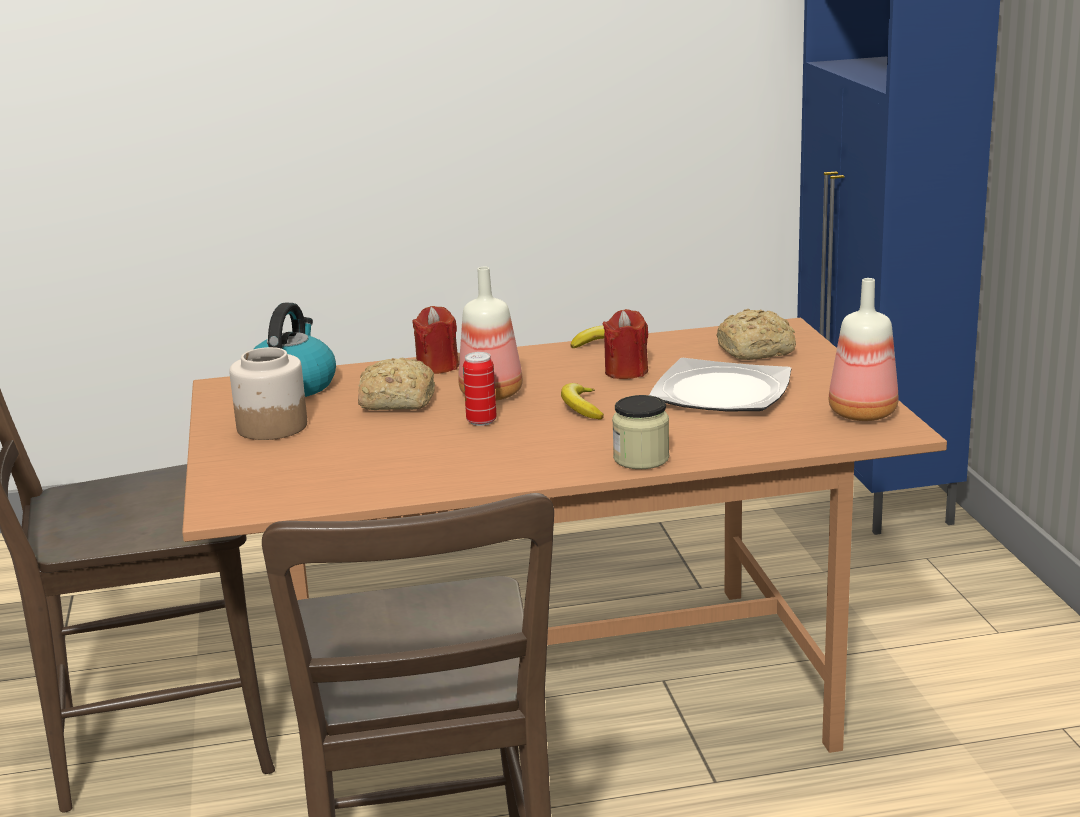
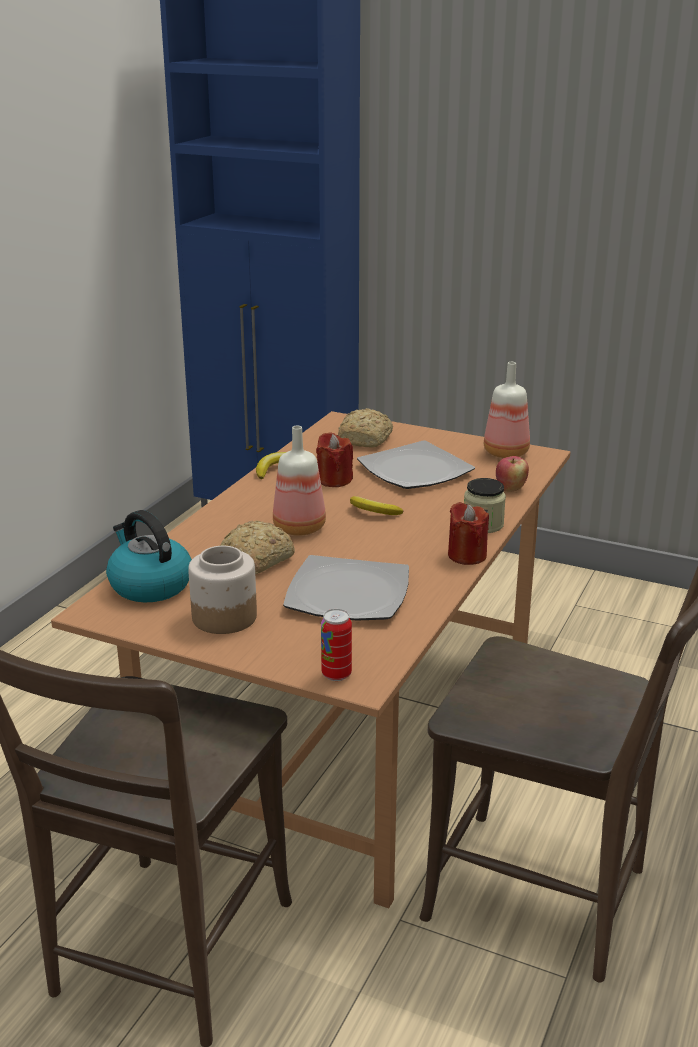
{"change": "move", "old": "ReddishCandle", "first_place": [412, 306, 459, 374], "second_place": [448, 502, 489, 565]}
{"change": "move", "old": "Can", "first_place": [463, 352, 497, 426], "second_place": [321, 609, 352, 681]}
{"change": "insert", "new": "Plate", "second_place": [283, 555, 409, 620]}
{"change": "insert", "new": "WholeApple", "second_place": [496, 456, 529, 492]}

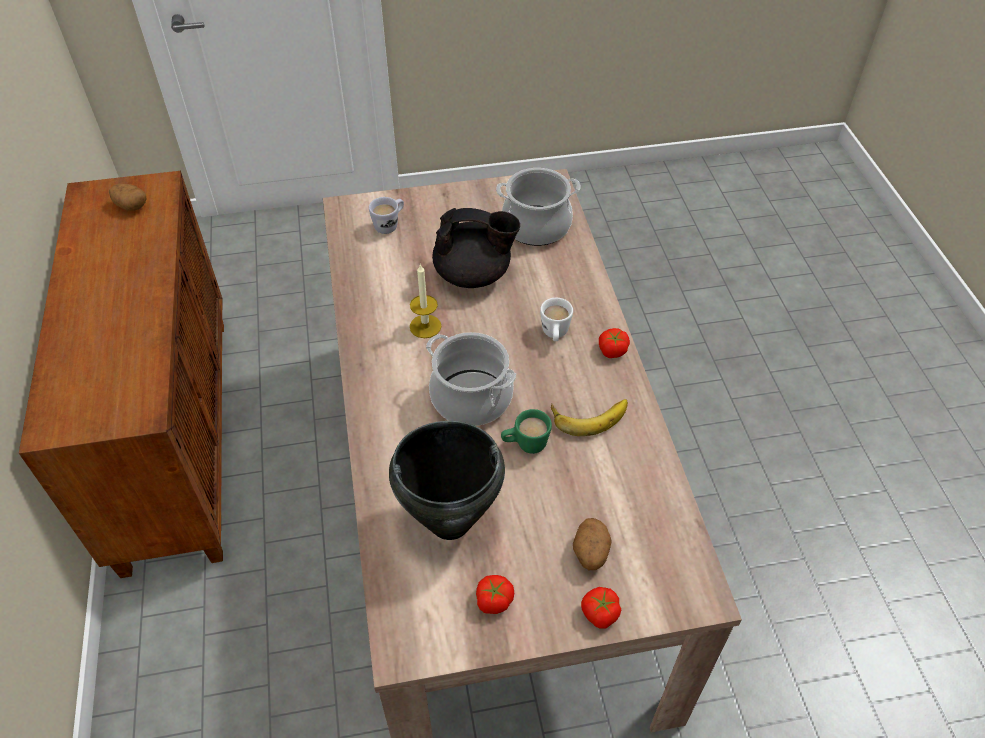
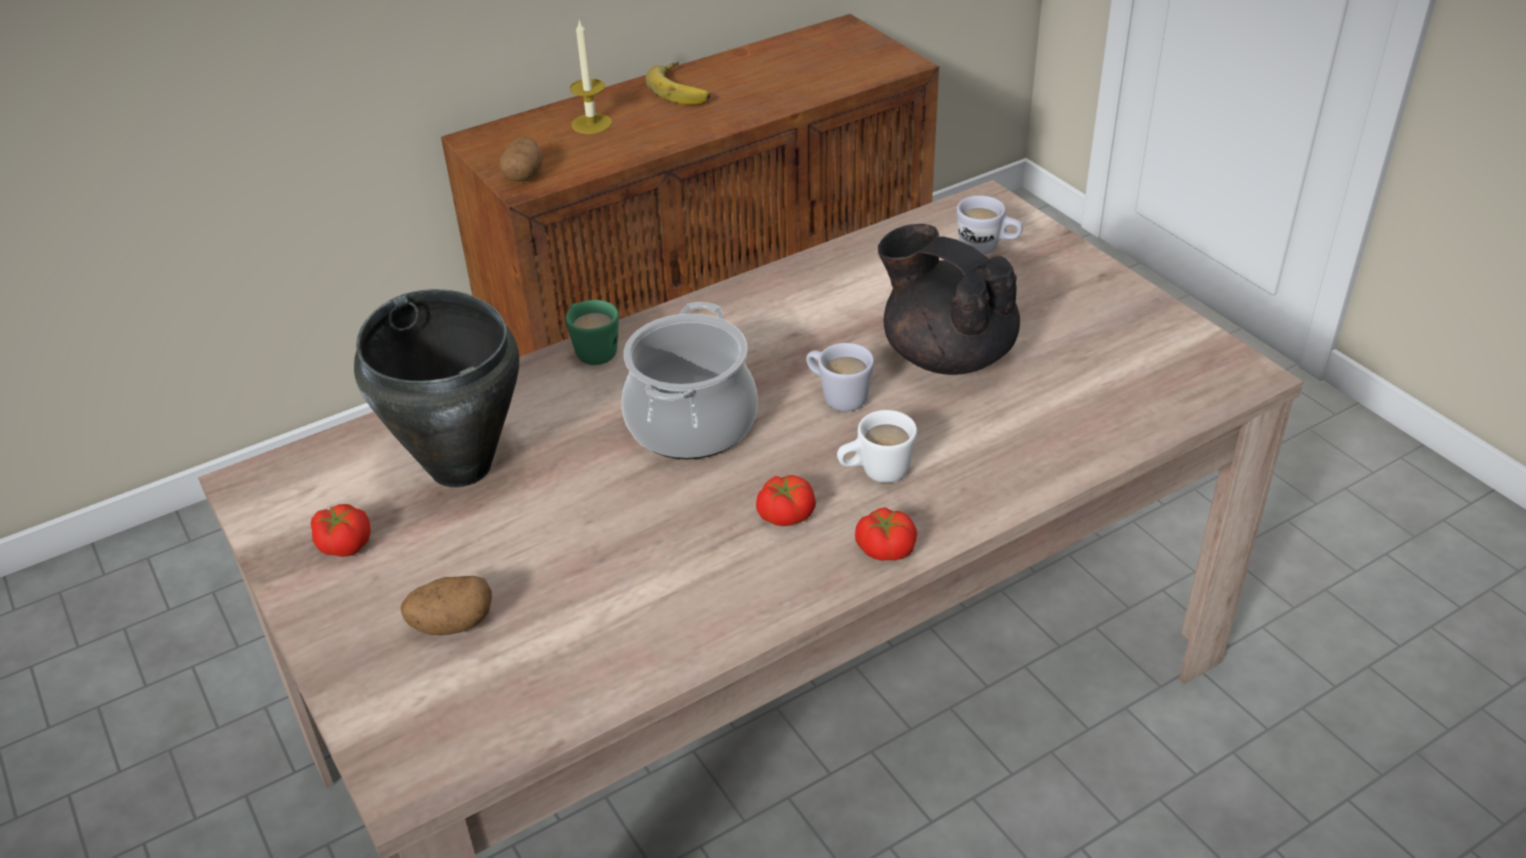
{"change": "move", "old": "WholePotato", "first_place": [109, 184, 147, 210], "second_place": [499, 137, 543, 182]}
{"change": "move", "old": "Candle", "first_place": [410, 264, 441, 338], "second_place": [570, 18, 612, 134]}
{"change": "rotate", "old": "BlackTeapot", "first_place": [432, 208, 520, 288], "second_place": [878, 224, 1020, 375], "degrees": 150}
{"change": "delete", "old": "CookingPot", "first_place": [496, 168, 581, 246]}
{"change": "move", "old": "GreenishMug", "first_place": [501, 409, 552, 454], "second_place": [565, 300, 619, 365]}
{"change": "move", "old": "WholeBanana", "first_place": [551, 399, 628, 436], "second_place": [645, 62, 710, 105]}
{"change": "move", "old": "WholeTomato", "first_place": [581, 587, 621, 629], "second_place": [756, 475, 816, 526]}
{"change": "insert", "new": "WhiteColouredMug", "second_place": [806, 343, 874, 411]}

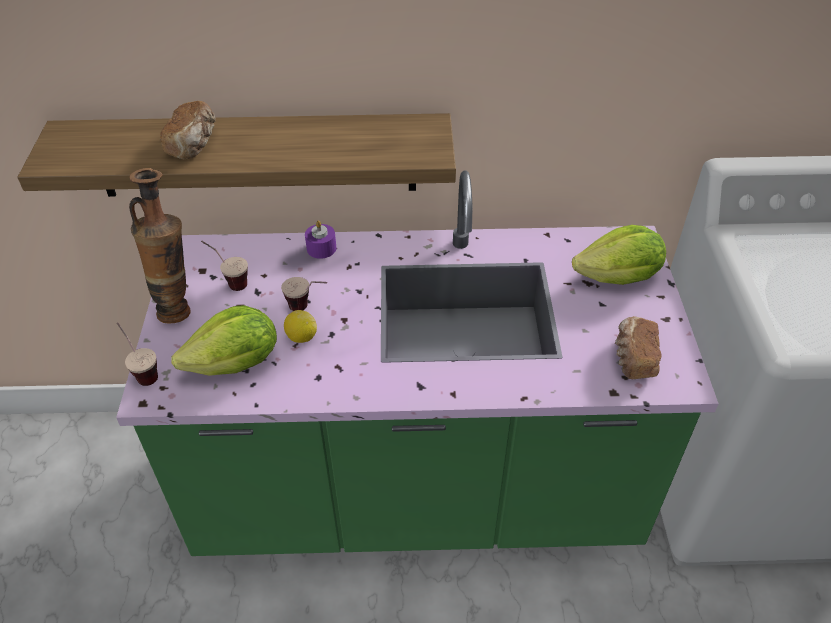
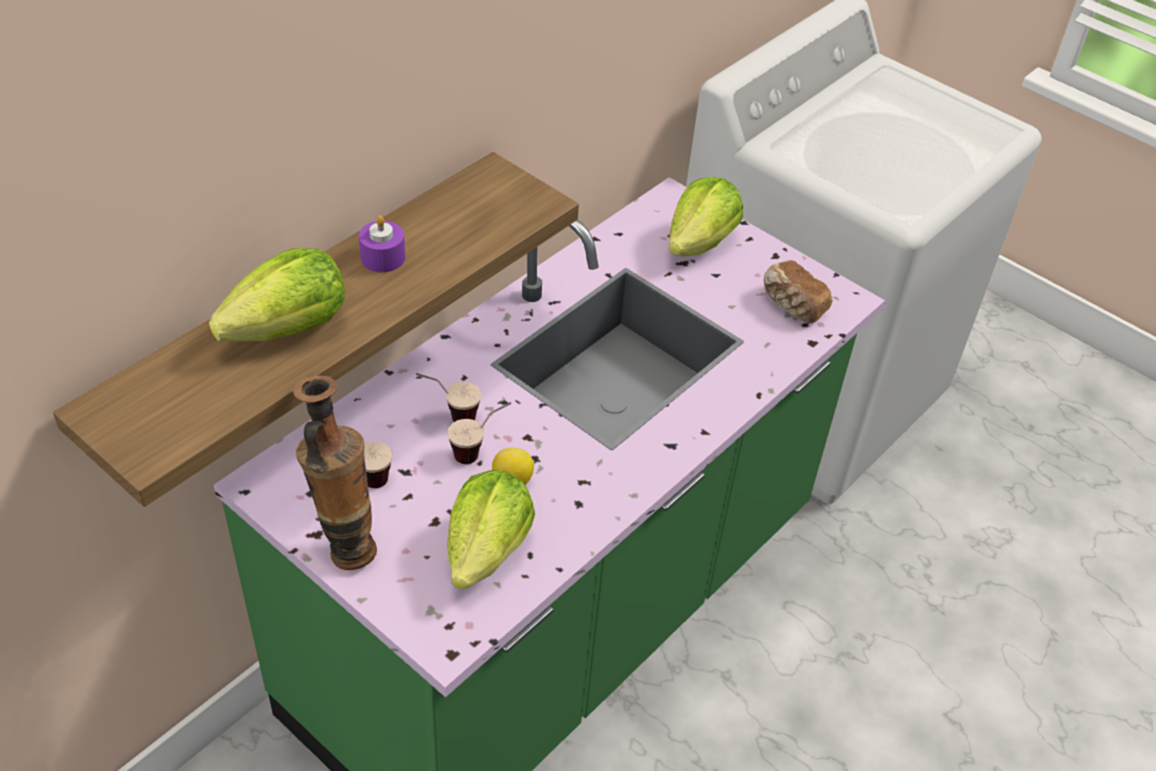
{"change": "move", "old": "SmallCup", "first_place": [117, 322, 158, 386], "second_place": [416, 373, 481, 422]}
{"change": "replace", "old": "Bread", "new": "Lettuce", "first_place": [160, 101, 215, 159], "second_place": [209, 248, 345, 342]}
{"change": "move", "old": "PurpleColouredCandle", "first_place": [305, 221, 336, 259], "second_place": [359, 215, 405, 272]}

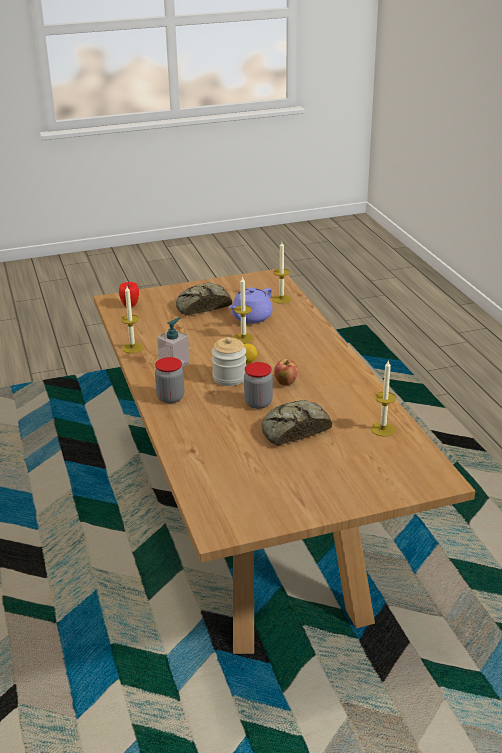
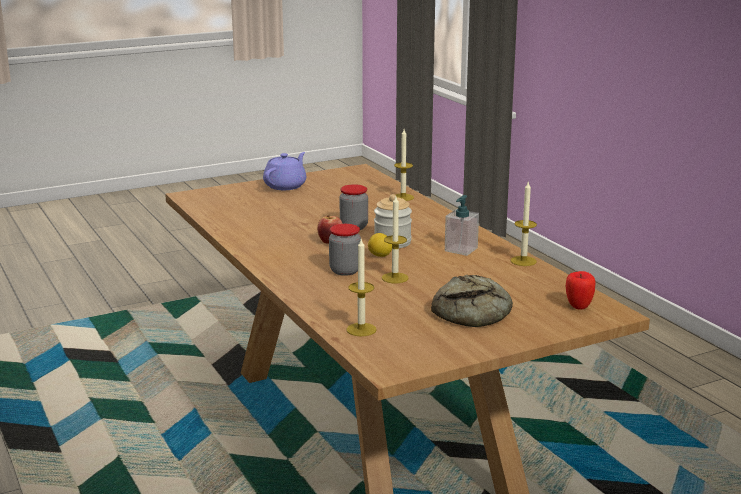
{"change": "move", "old": "PreserveJar", "first_place": [155, 357, 184, 403], "second_place": [329, 224, 361, 276]}
{"change": "move", "old": "PurpleColouredTeapot", "first_place": [229, 287, 273, 324], "second_place": [263, 152, 306, 190]}
{"change": "delete", "old": "Bread", "first_place": [262, 400, 332, 446]}
{"change": "move", "old": "Candle", "first_place": [371, 361, 396, 437], "second_place": [394, 129, 414, 201]}

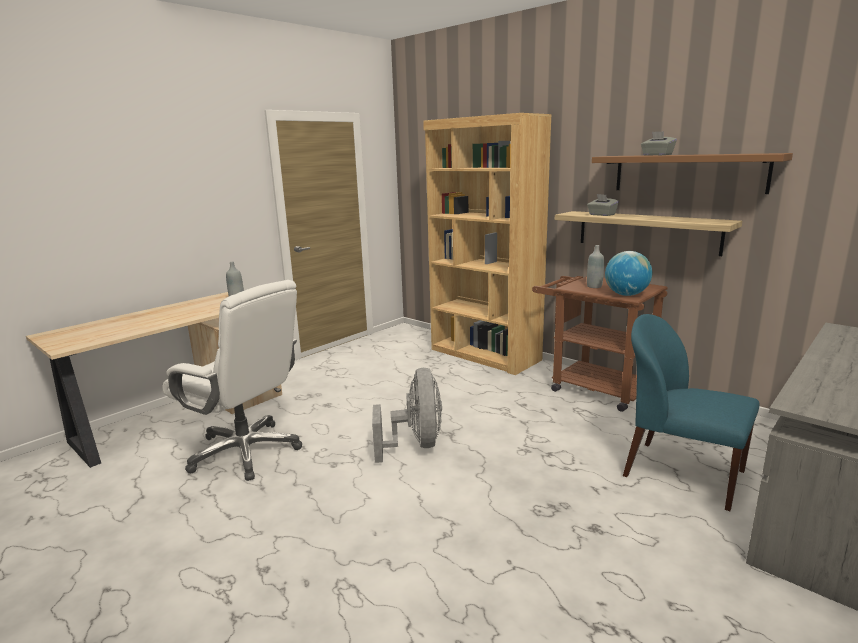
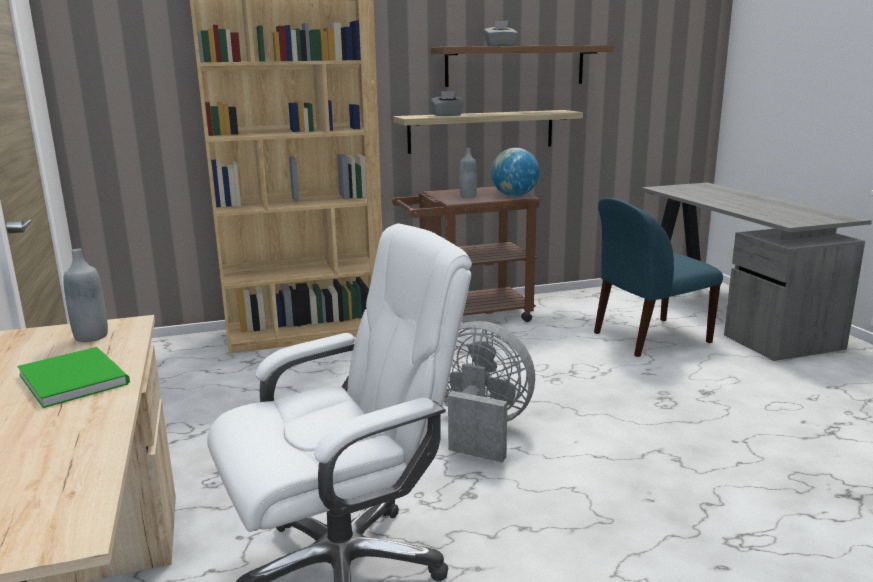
{"change": "insert", "new": "GreenishVolume", "second_place": [17, 347, 130, 408]}

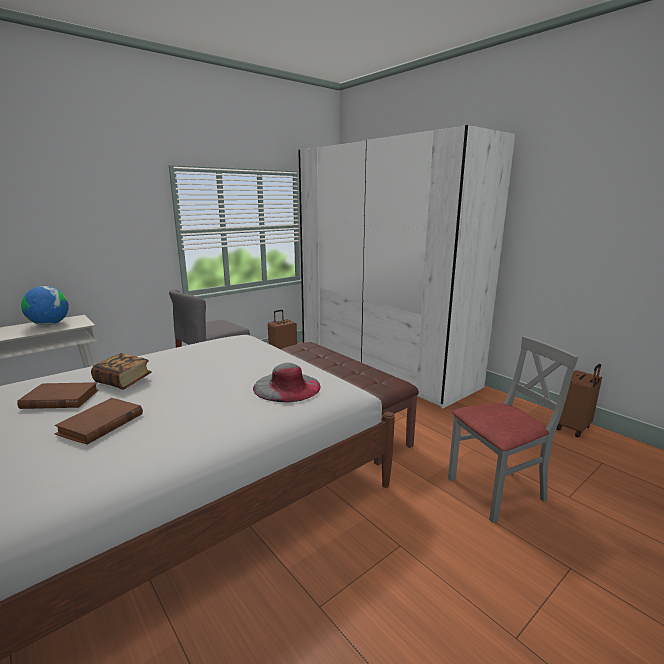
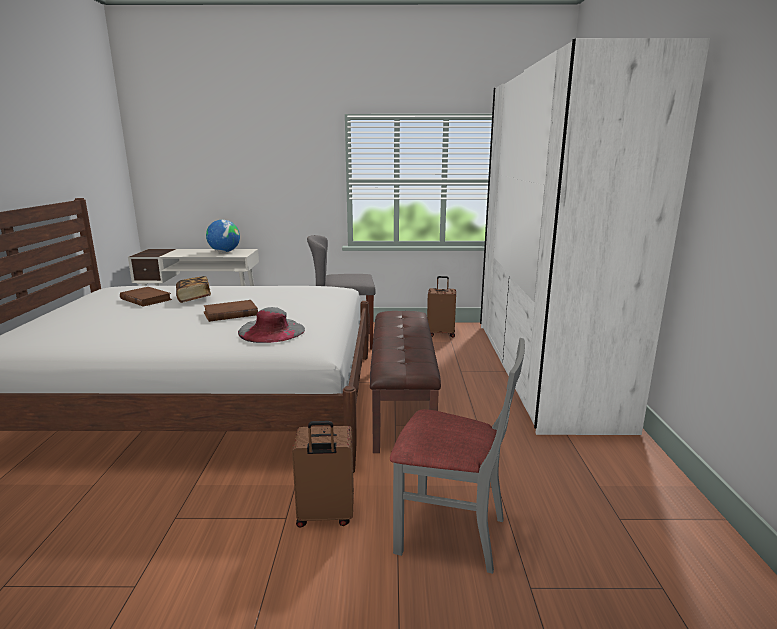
{"change": "move", "old": "BrownVolume", "first_place": [55, 398, 143, 445], "second_place": [203, 300, 258, 322]}
{"change": "move", "old": "BrownTravelCase", "first_place": [556, 364, 602, 438], "second_place": [292, 421, 354, 528]}

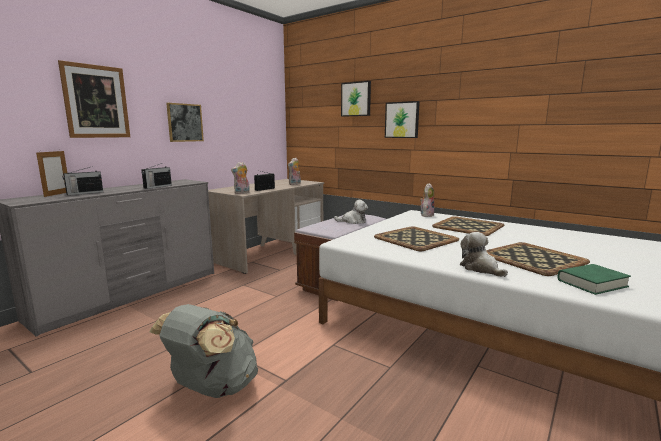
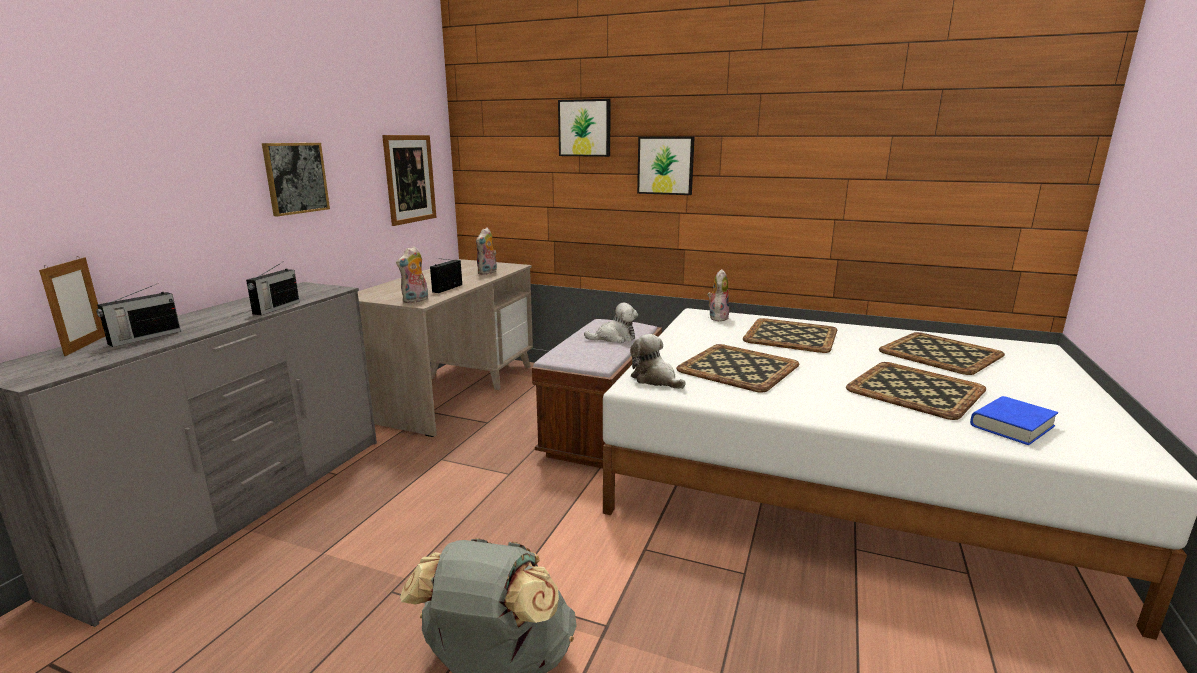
{"change": "move", "old": "WallPicture", "first_place": [58, 60, 130, 138], "second_place": [382, 135, 436, 226]}
{"change": "move", "old": "PlushToy", "first_place": [460, 232, 508, 277], "second_place": [630, 334, 686, 389]}
{"change": "recolor", "old": "GreenishVolume", "new": "BluishVolume", "first_place": [557, 264, 631, 295], "second_place": [970, 396, 1058, 445]}
{"change": "insert", "new": "CarryingTray", "second_place": [879, 332, 1005, 375]}

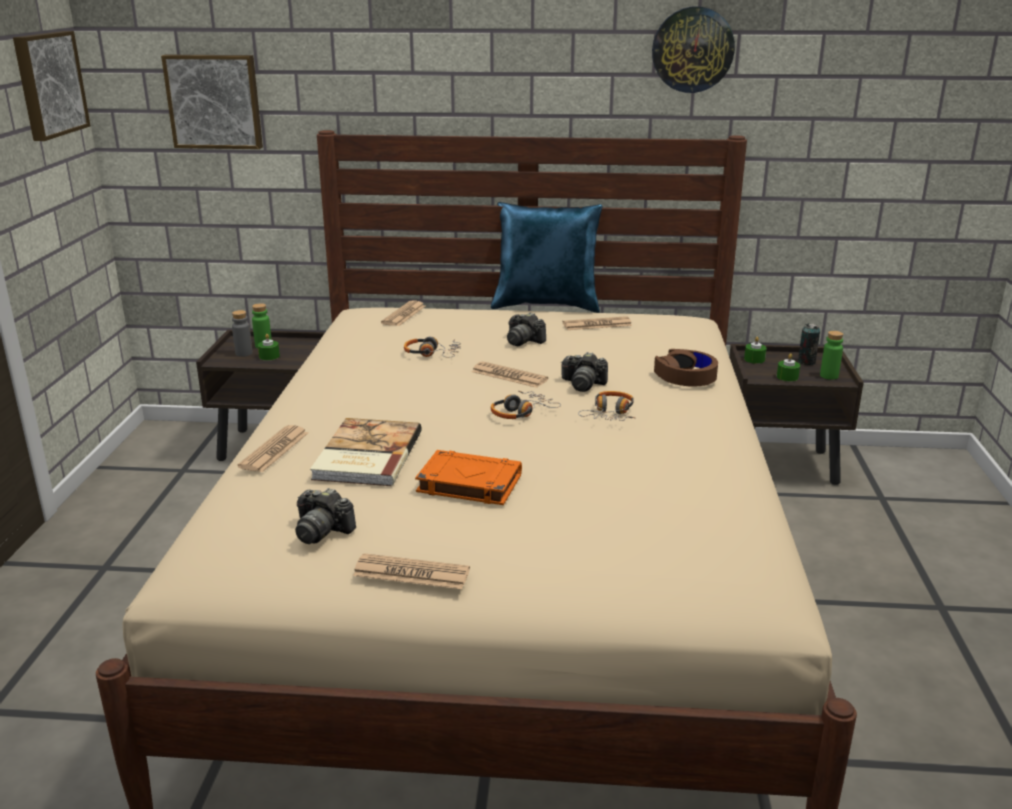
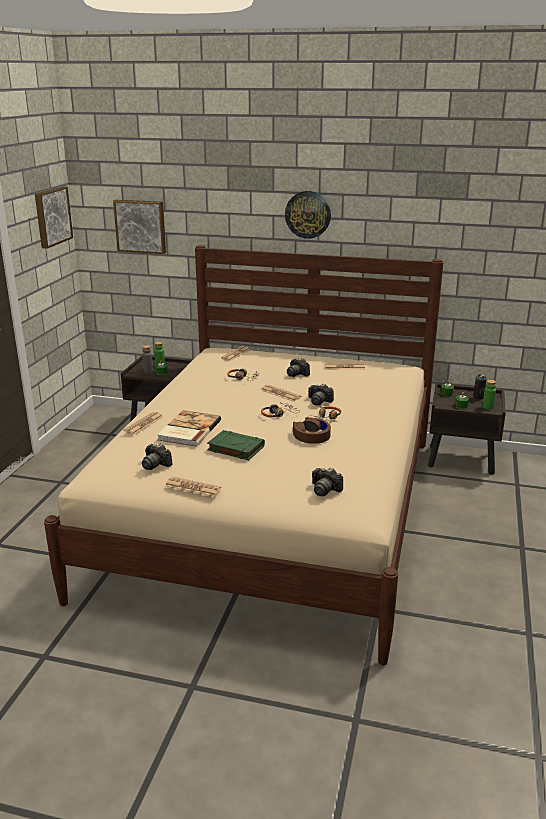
{"change": "recolor", "old": "OrangeColouredVolume", "new": "GreenishVolume", "first_place": [415, 450, 522, 505], "second_place": [207, 430, 265, 460]}
{"change": "delete", "old": "BluishPillow", "first_place": [491, 202, 603, 313]}
{"change": "move", "old": "HangingClock", "first_place": [652, 7, 735, 93], "second_place": [285, 191, 331, 239]}
{"change": "move", "old": "BrownHeadset", "first_place": [654, 349, 718, 386], "second_place": [293, 417, 331, 444]}
{"change": "insert", "new": "PhotoCamera", "second_place": [312, 468, 343, 496]}

